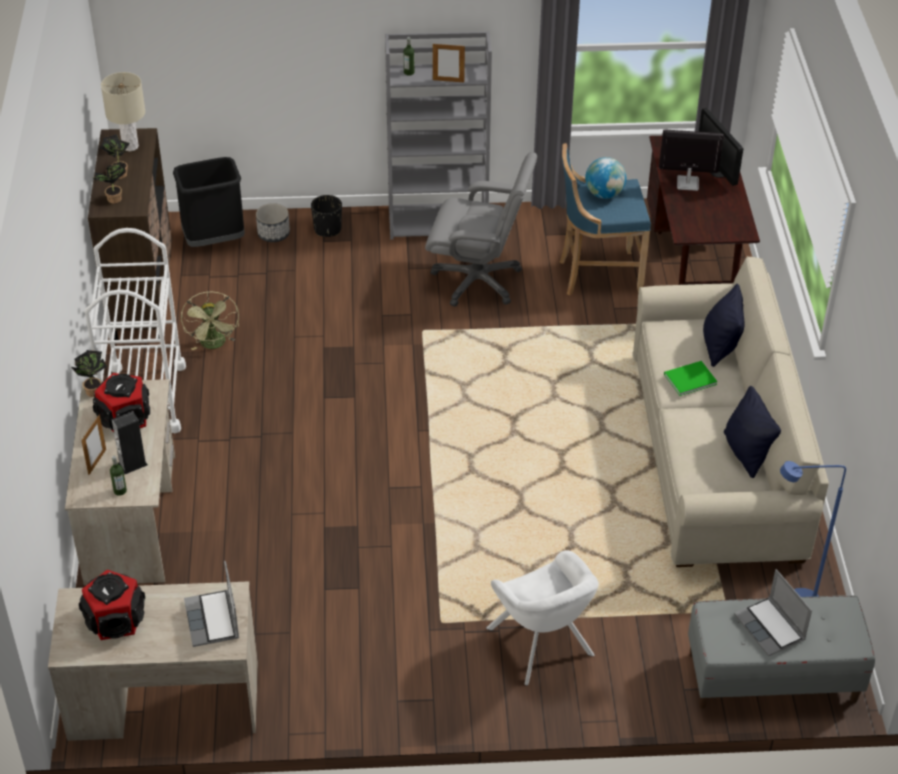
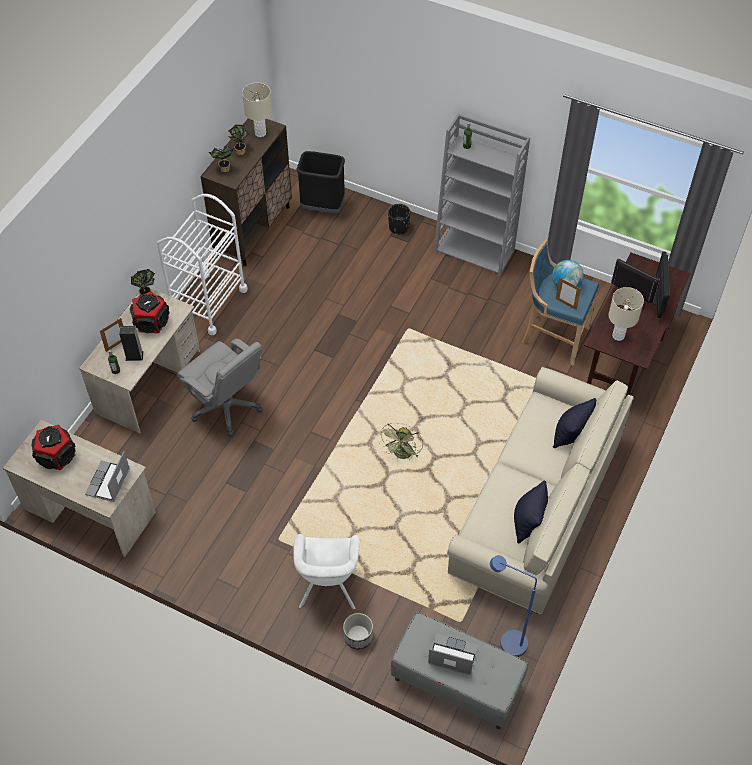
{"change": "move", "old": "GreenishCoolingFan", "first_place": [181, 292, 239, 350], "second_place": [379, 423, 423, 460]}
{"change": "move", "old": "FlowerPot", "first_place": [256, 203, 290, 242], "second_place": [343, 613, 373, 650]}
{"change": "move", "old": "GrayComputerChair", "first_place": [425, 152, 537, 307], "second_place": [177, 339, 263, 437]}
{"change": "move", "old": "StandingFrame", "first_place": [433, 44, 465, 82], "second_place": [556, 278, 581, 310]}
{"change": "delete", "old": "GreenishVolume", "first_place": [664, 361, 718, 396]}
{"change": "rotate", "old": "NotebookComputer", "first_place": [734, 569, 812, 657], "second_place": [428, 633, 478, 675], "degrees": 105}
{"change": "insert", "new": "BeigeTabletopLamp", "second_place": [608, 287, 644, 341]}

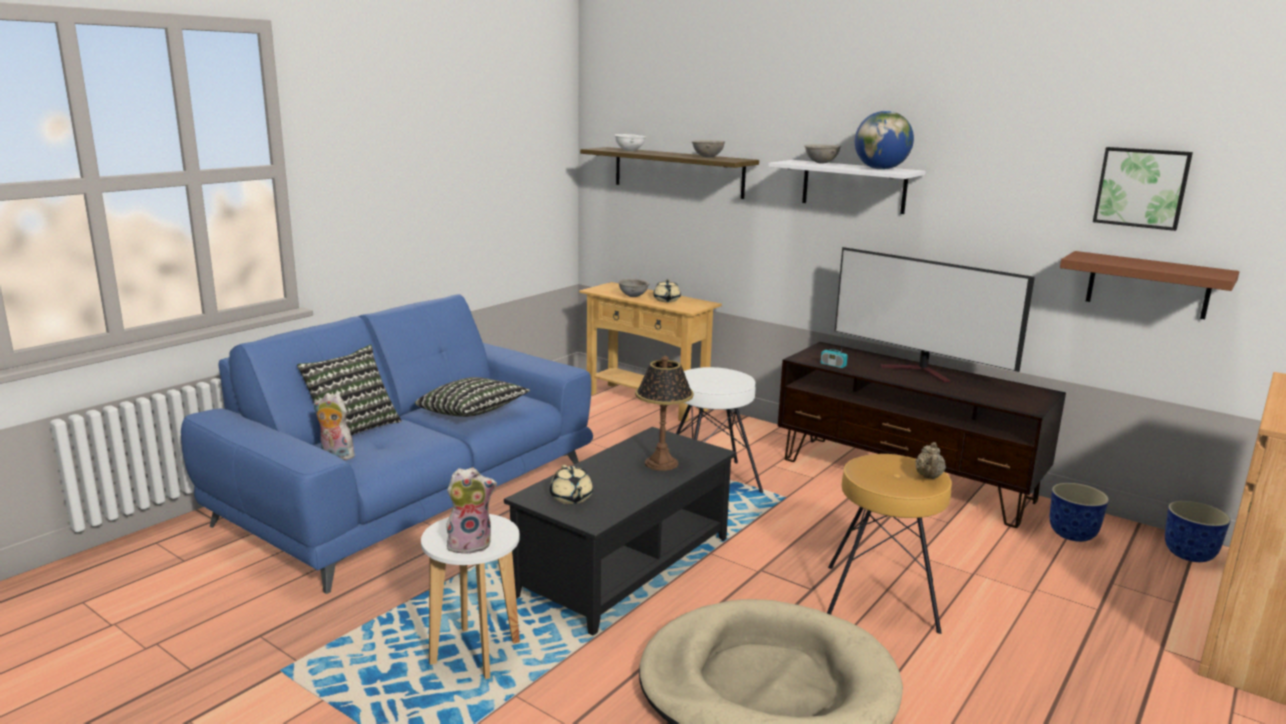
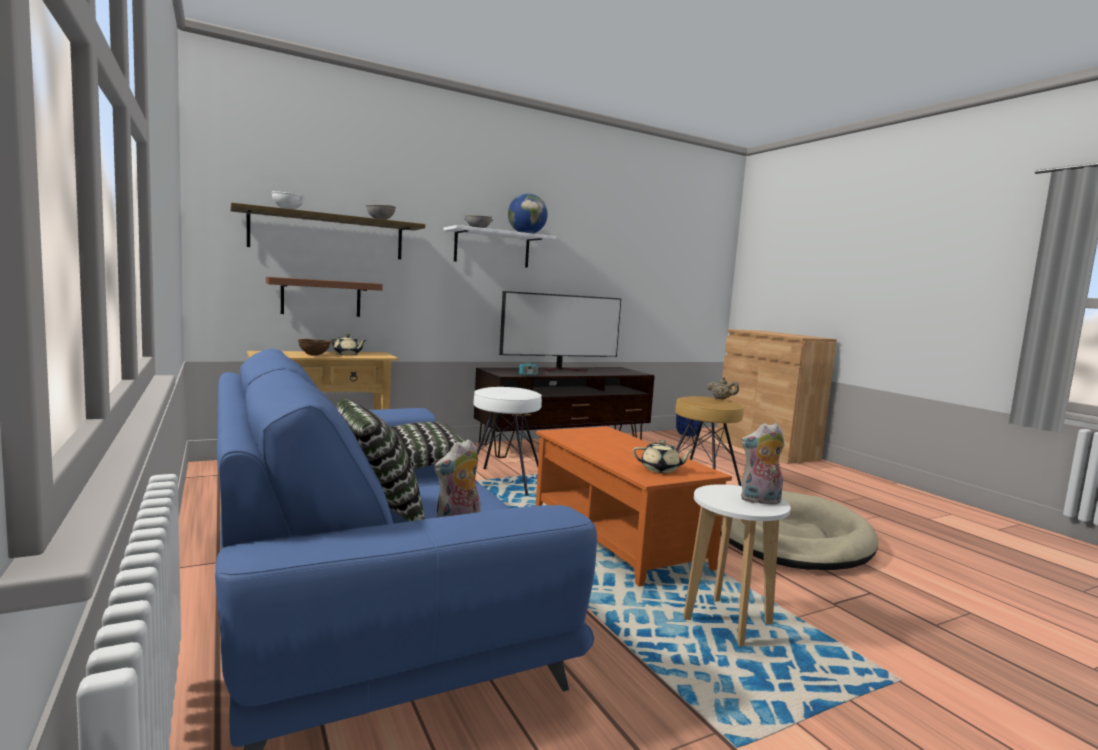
{"change": "rotate", "old": "PlushToy", "first_place": [446, 468, 497, 554], "second_place": [741, 423, 785, 504], "degrees": -105}
{"change": "recolor", "old": "BlackCoffeeTable", "new": "OrangeColouredCoffeeTable", "first_place": [504, 427, 737, 635], "second_place": [536, 426, 732, 587]}
{"change": "recolor", "old": "GrayBowl", "new": "BrownBowl", "first_place": [618, 279, 649, 297], "second_place": [298, 339, 331, 356]}
{"change": "delete", "old": "TabletopLamp", "first_place": [635, 356, 694, 471]}
{"change": "delete", "old": "FlowerPot", "first_place": [1050, 483, 1109, 542]}
{"change": "move", "old": "BrownWallShelf", "first_place": [1060, 251, 1240, 319], "second_place": [266, 277, 383, 317]}
{"change": "delete", "old": "WallPicture", "first_place": [1093, 147, 1193, 231]}

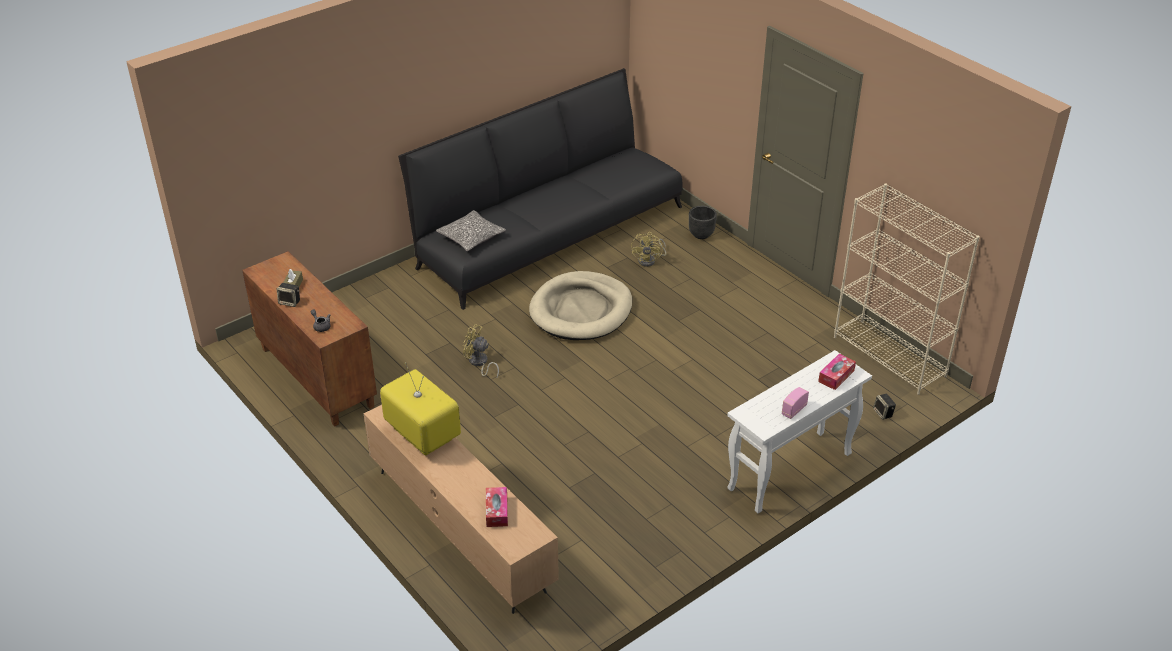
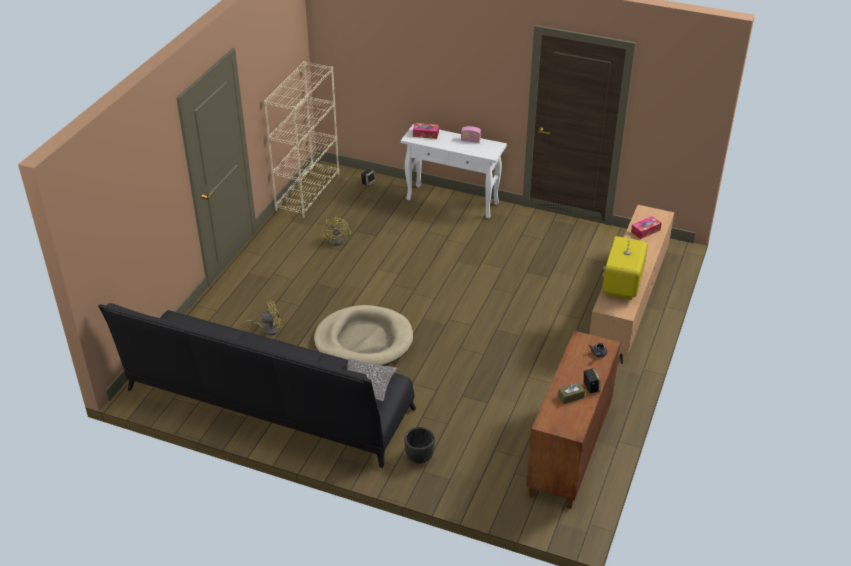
{"change": "move", "old": "YellowishCoolingFan", "first_place": [463, 324, 499, 378], "second_place": [322, 216, 351, 246]}
{"change": "move", "old": "BlackFlowerPot", "first_place": [689, 206, 717, 239], "second_place": [404, 427, 435, 464]}

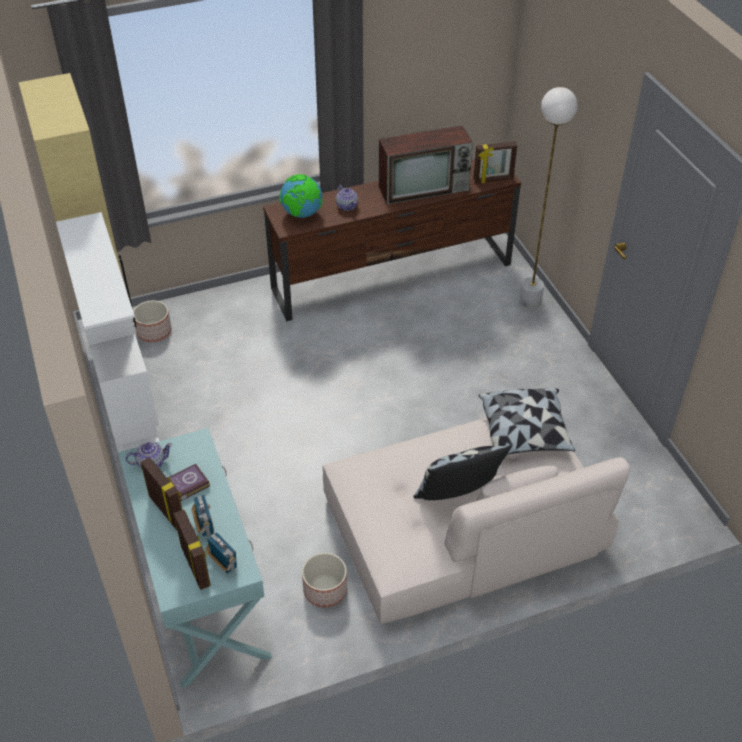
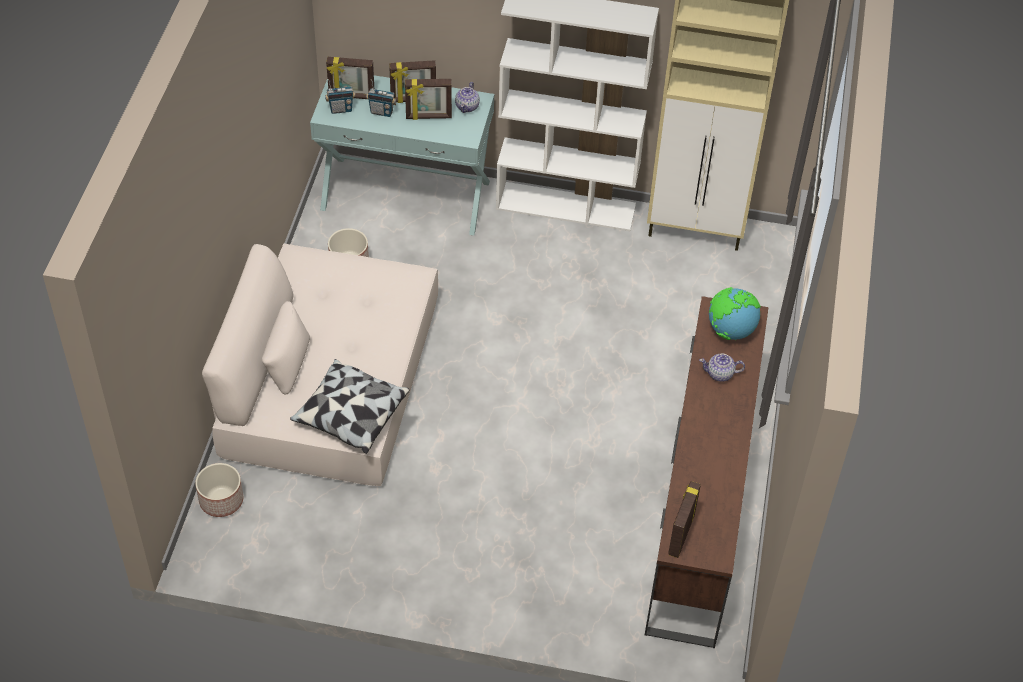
{"change": "move", "old": "FlowerPot", "first_place": [133, 301, 172, 342], "second_place": [195, 463, 243, 517]}
{"change": "replace", "old": "Volume", "new": "StandingFrame", "first_place": [169, 464, 210, 501], "second_place": [405, 79, 452, 120]}
{"change": "delete", "old": "Tv", "first_place": [379, 125, 473, 204]}
{"change": "delete", "old": "Pillow", "first_place": [413, 445, 512, 500]}
{"change": "delete", "old": "WhiteColouredFloorLamp", "first_place": [519, 87, 577, 309]}

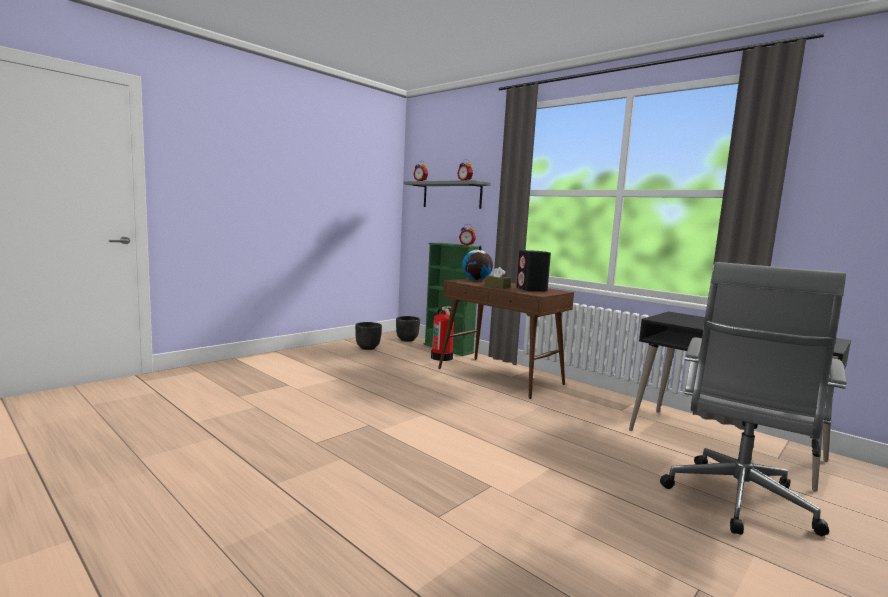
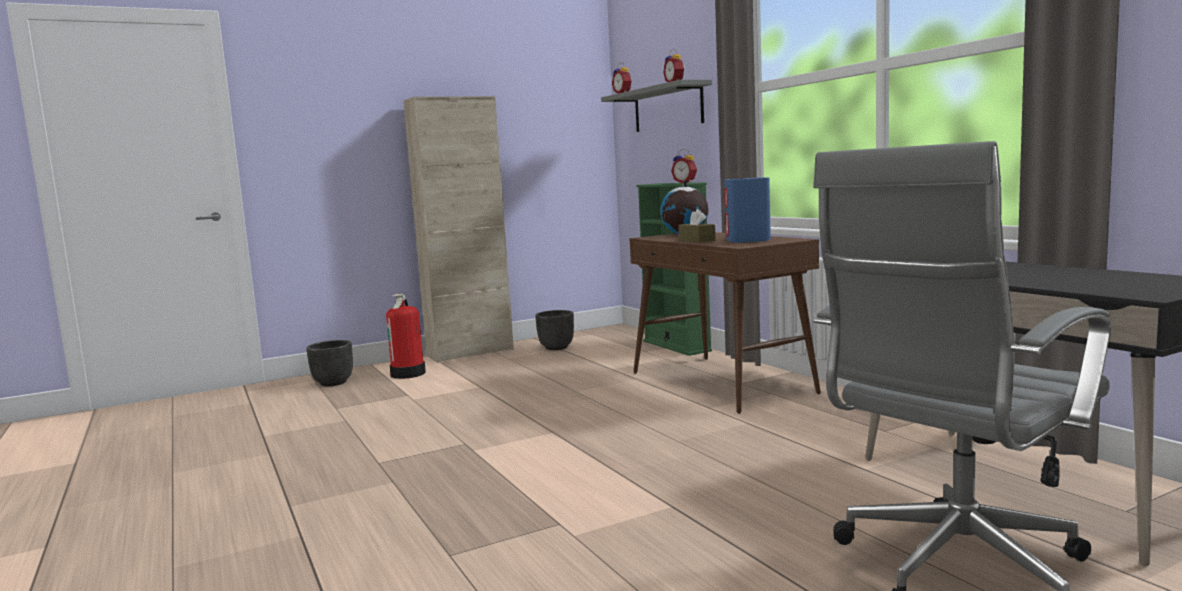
{"change": "move", "old": "BlackFlowerPot", "first_place": [396, 316, 420, 342], "second_place": [306, 340, 353, 386]}
{"change": "move", "old": "Extinguisher", "first_place": [431, 306, 454, 361], "second_place": [386, 294, 426, 379]}
{"change": "recolor", "old": "BlackLoudspeaker", "new": "BluishLoudspeaker", "first_place": [517, 250, 551, 291], "second_place": [724, 177, 771, 243]}
{"change": "insert", "new": "BeigeStorageCabinet", "second_place": [403, 96, 514, 363]}

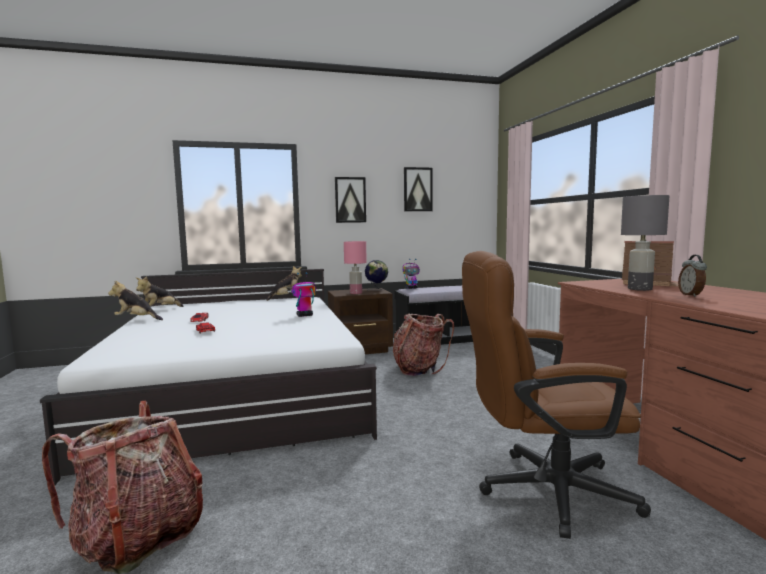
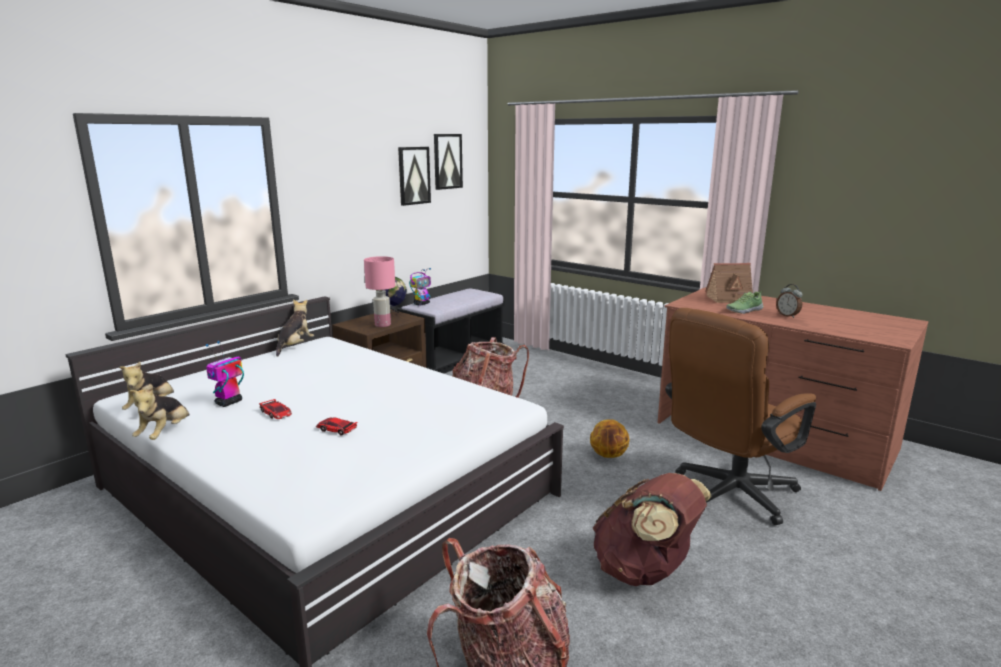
{"change": "rotate", "old": "PlushToy", "first_place": [108, 281, 163, 320], "second_place": [129, 385, 190, 440], "degrees": -60}
{"change": "move", "old": "ToyRobot", "first_place": [291, 272, 316, 317], "second_place": [205, 341, 244, 407]}
{"change": "move", "old": "WallPicture", "first_place": [335, 177, 366, 223], "second_place": [434, 134, 463, 190]}
{"change": "replace", "old": "GrayTabletopLamp", "new": "LowShoe", "first_place": [621, 195, 669, 291], "second_place": [726, 291, 763, 314]}
{"change": "insert", "new": "BallForBasketball", "second_place": [590, 419, 629, 458]}
{"change": "insert", "new": "BrownBackpack", "second_place": [593, 473, 712, 586]}

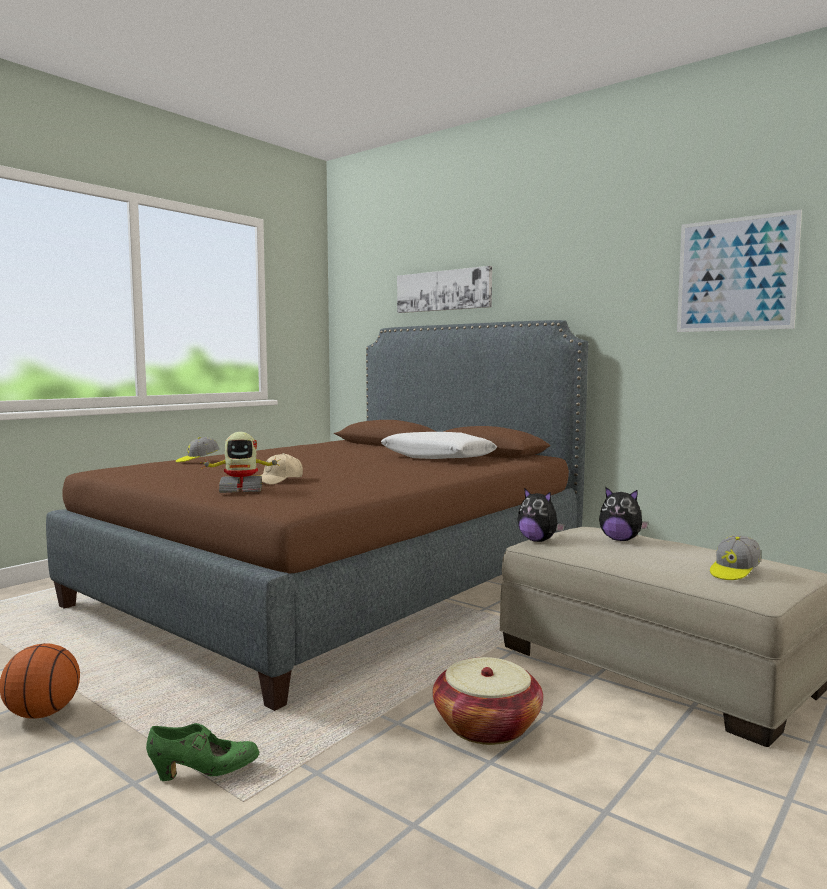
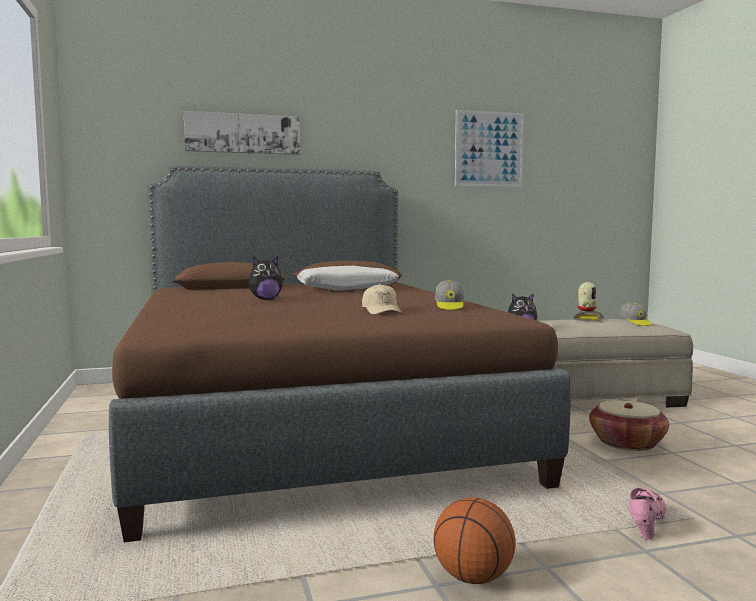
{"change": "recolor", "old": "GreenishLowShoe", "new": "PinkLowShoe", "first_place": [146, 723, 259, 781], "second_place": [629, 487, 666, 540]}
{"change": "move", "old": "PeakedCap", "first_place": [176, 437, 220, 463], "second_place": [435, 280, 463, 310]}
{"change": "move", "old": "ToyRobot", "first_place": [201, 432, 280, 493], "second_place": [573, 282, 604, 322]}
{"change": "move", "old": "PlushToy", "first_place": [599, 487, 649, 541], "second_place": [249, 257, 283, 300]}

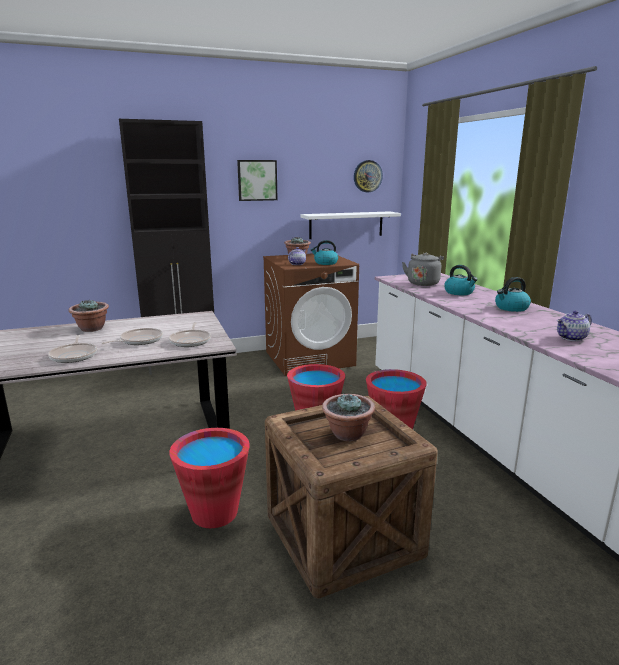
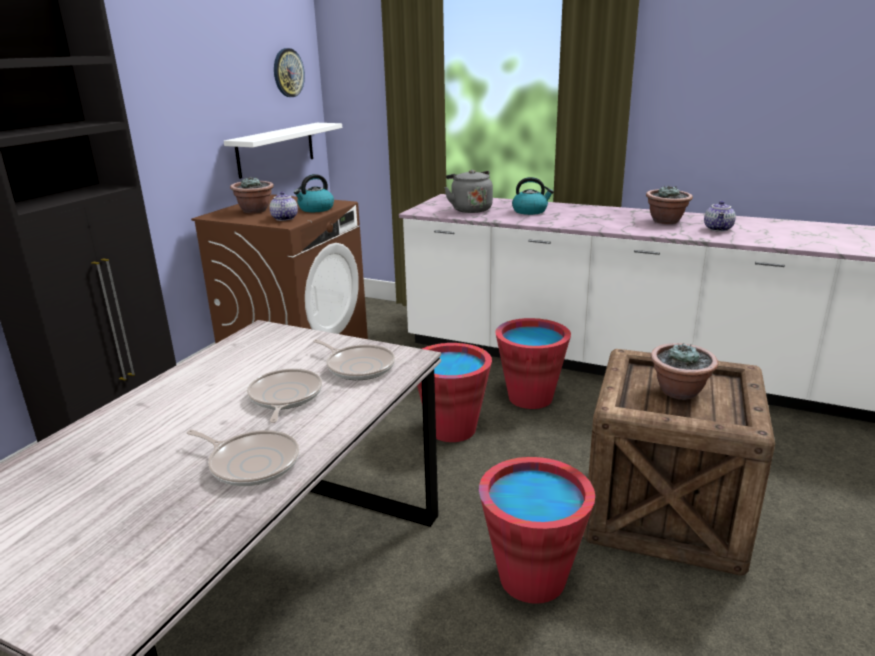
{"change": "move", "old": "Houseplant", "first_place": [69, 300, 109, 332], "second_place": [646, 186, 693, 224]}
{"change": "delete", "old": "WallPicture", "first_place": [237, 160, 278, 201]}
{"change": "delete", "old": "TeaKettle", "first_place": [495, 277, 531, 312]}

